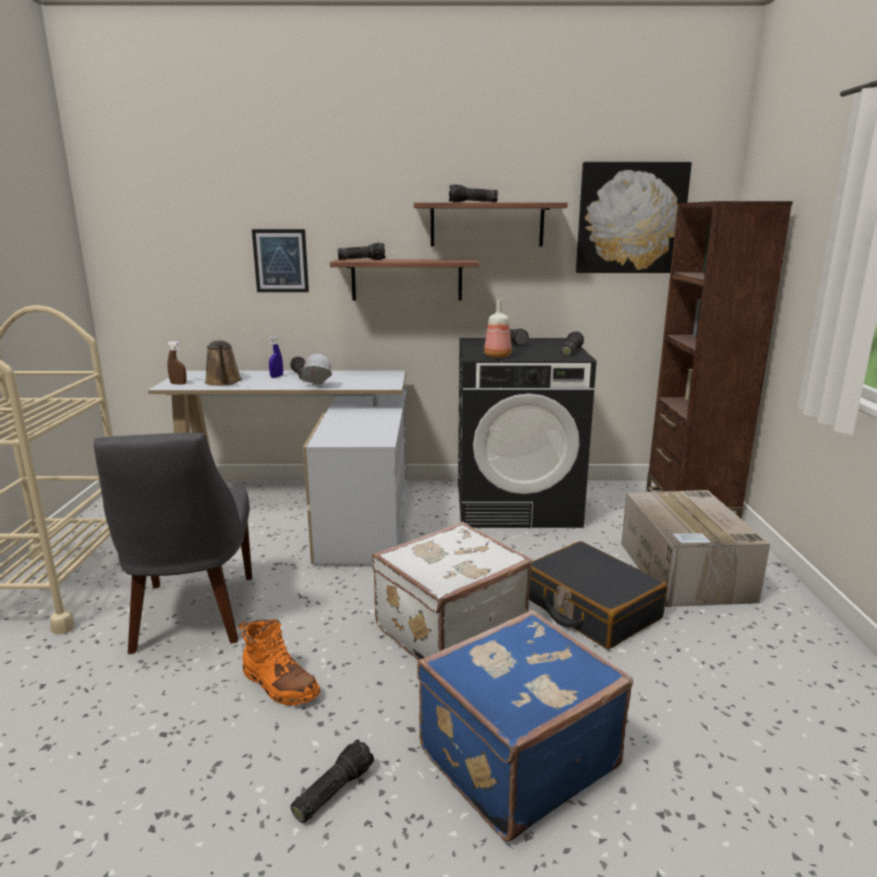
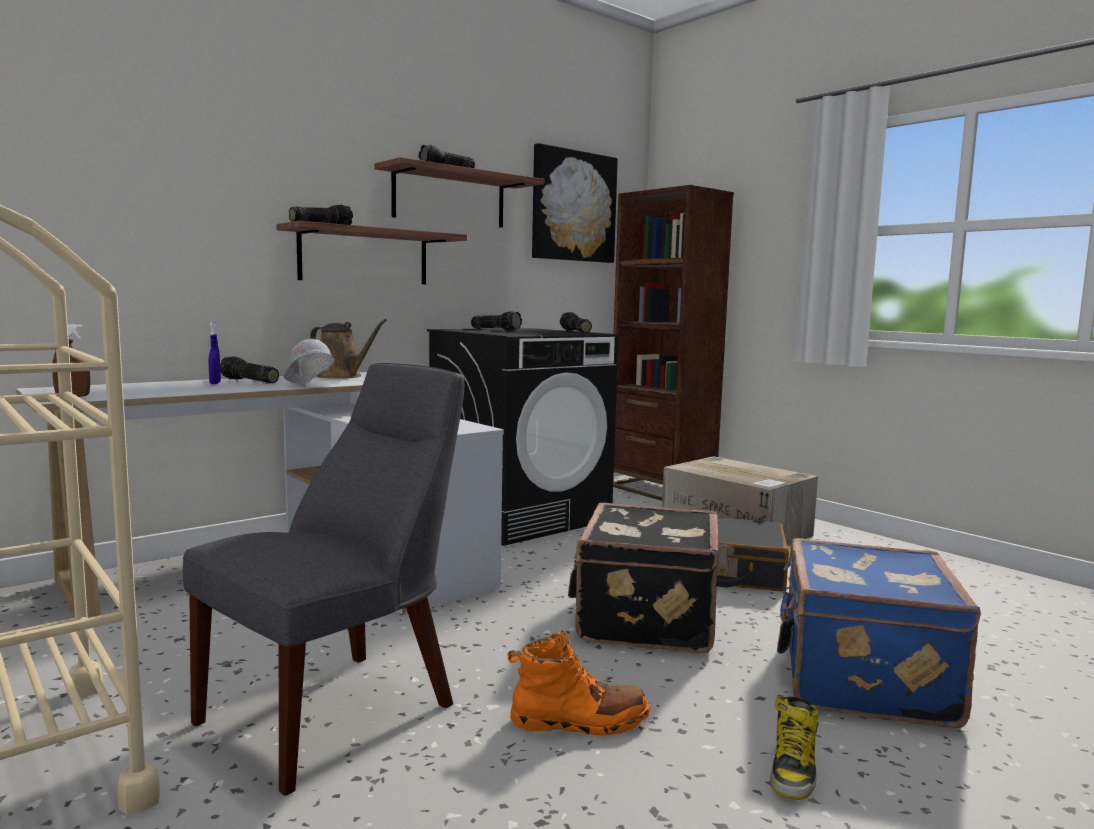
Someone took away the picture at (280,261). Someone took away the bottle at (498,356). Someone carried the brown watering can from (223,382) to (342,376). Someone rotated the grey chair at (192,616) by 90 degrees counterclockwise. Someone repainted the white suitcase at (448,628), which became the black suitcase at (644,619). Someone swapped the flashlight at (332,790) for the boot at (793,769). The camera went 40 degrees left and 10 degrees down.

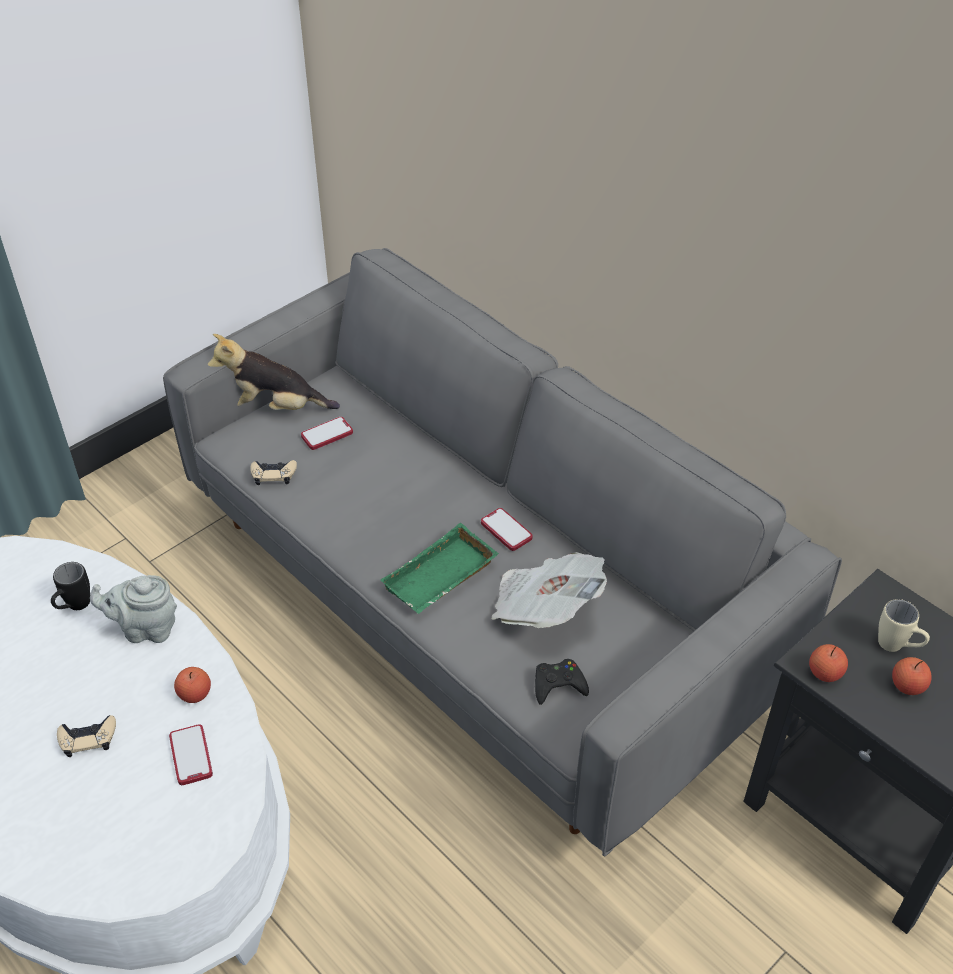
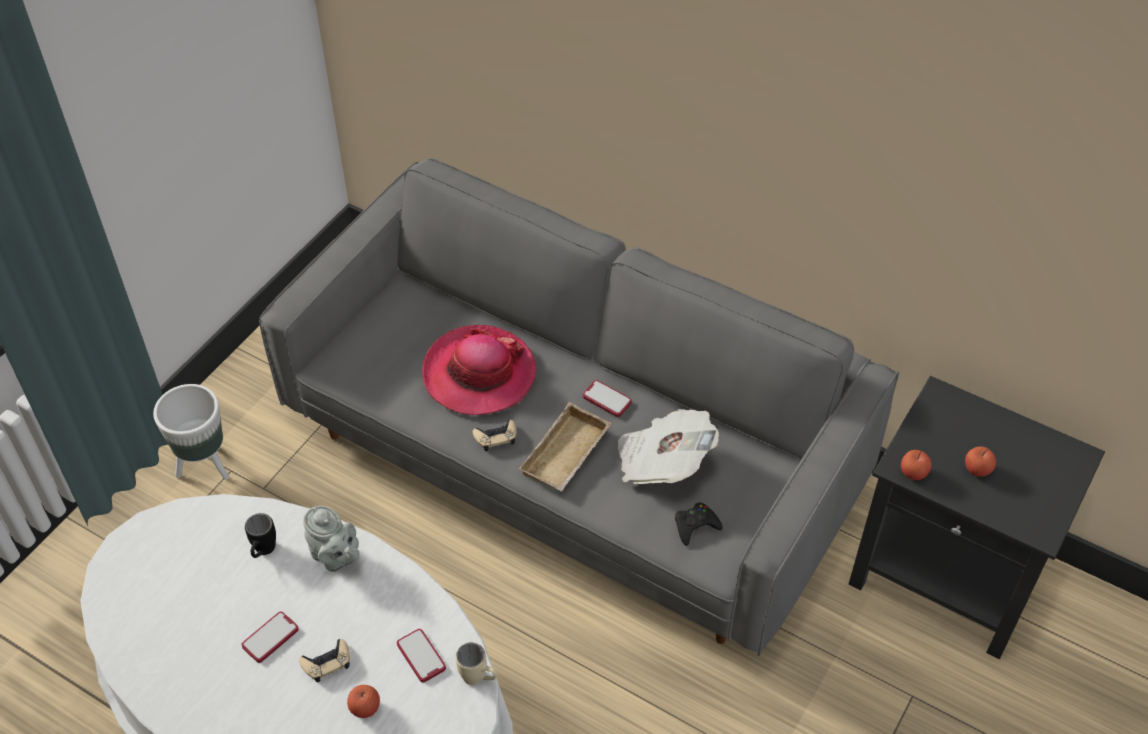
Someone took away the plush toy at (275,408). Someone carried the phone from (327,434) to (270,638). Someone carried the beige game controller from (273,475) to (496,437). Someone repainted the green tray at (441,579), which became the beige tray at (567,455). Someone rotated the grey teapot at (146,629) by 120 degrees counterclockwise. Someone carried the beige mug from (897,647) to (479,679). Someone carried the apple from (195,694) to (365,708). Someone put down the hat at (479,374). Someone put down the white planter at (205,466). The camera went 15 degrees left and 5 degrees up.

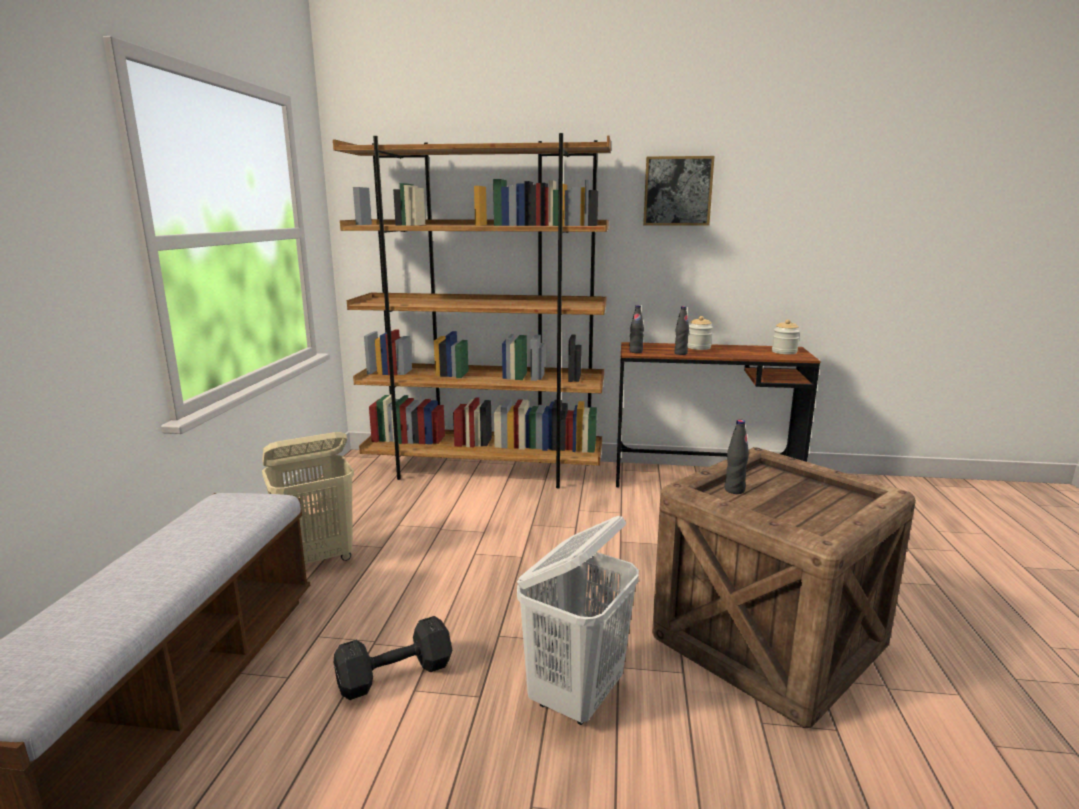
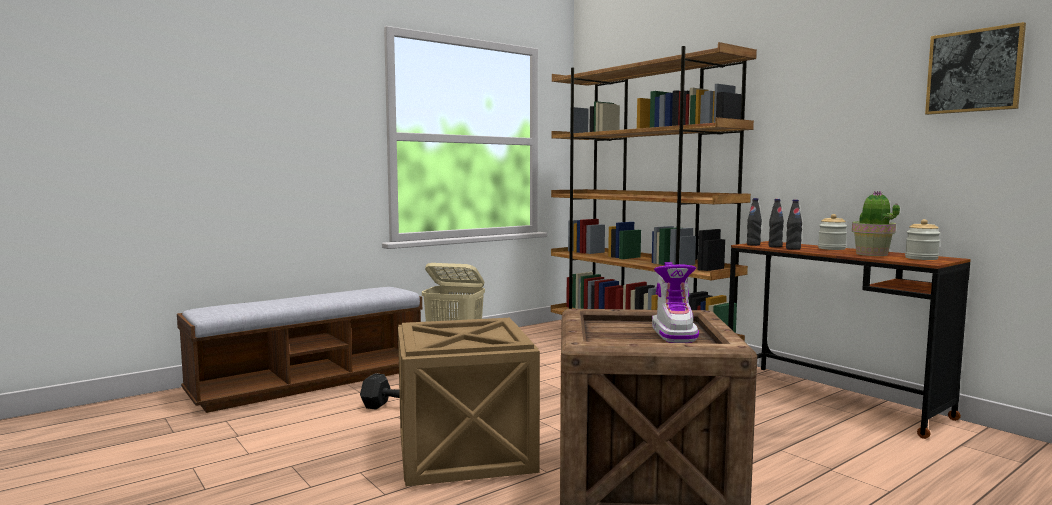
Someone carried the picture from (677,191) to (973,71). Someone carried the black bottle from (734,490) to (775,246). Someone swapped the white laundry basket at (577,695) for the crate at (464,452). Someone put down the potted plant at (872,254). Someone put down the boot at (674,334). The camera went 45 degrees right and 10 degrees down.

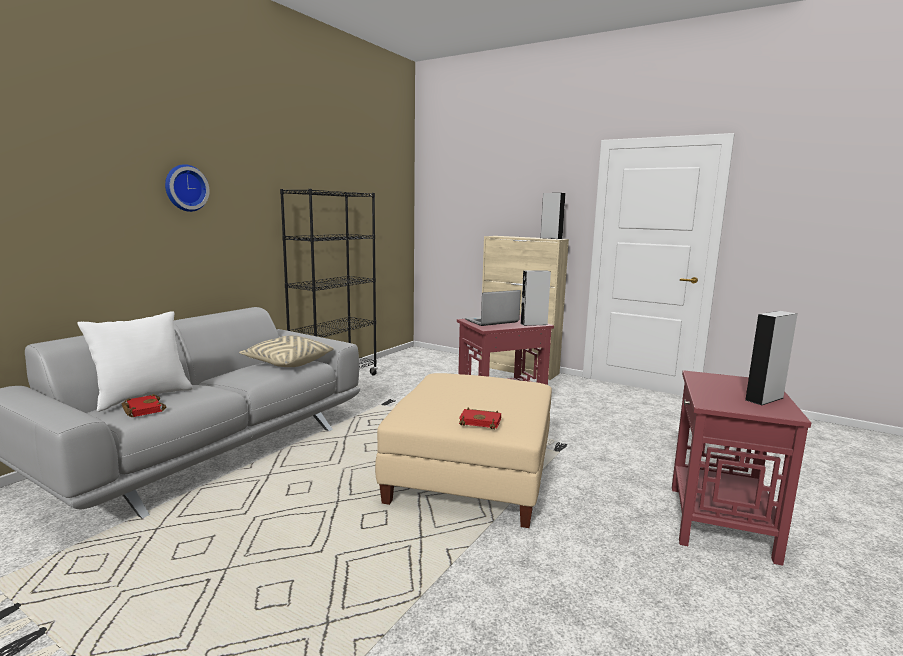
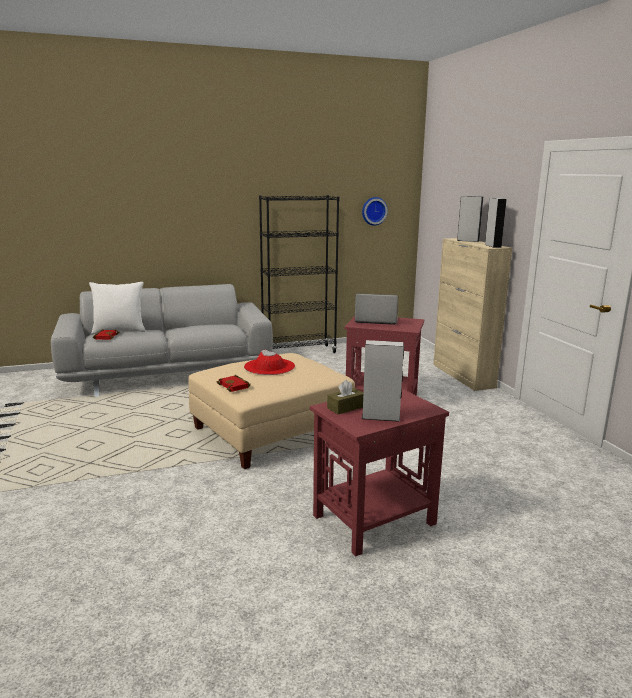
Someone carried the wall clock from (185,188) to (373,211). Someone carried the grey speaker from (533,324) to (468,241). Someone took away the beige pillow at (287,363). Someone put down the red hat at (269,367). Someone put down the brown tissue box at (346,407). The camera went 40 degrees right and 5 degrees up.

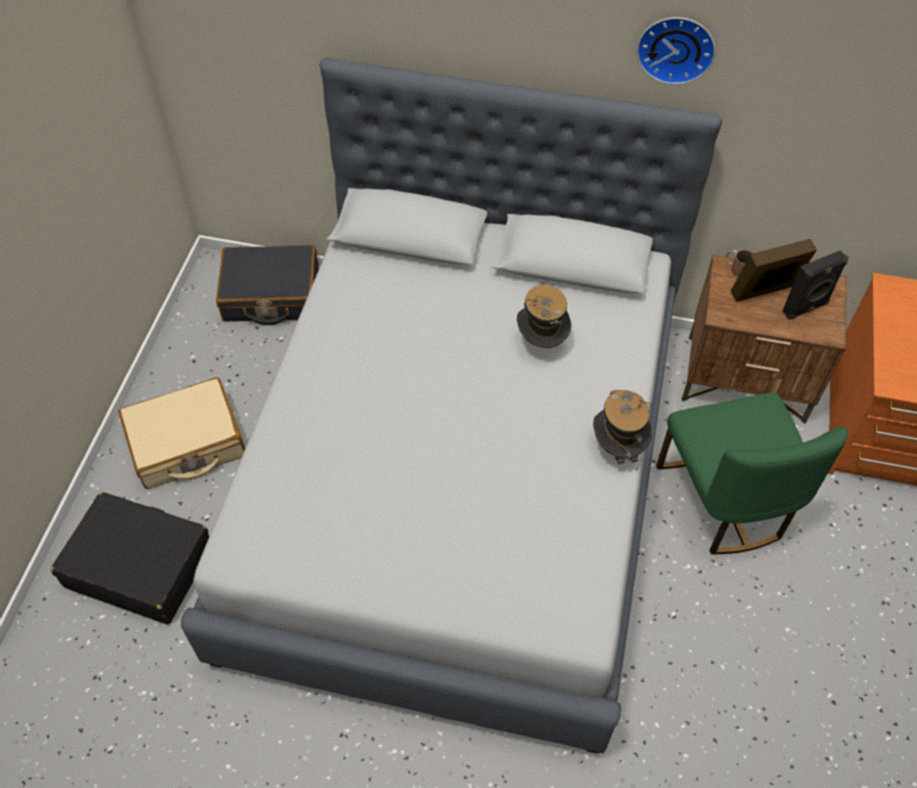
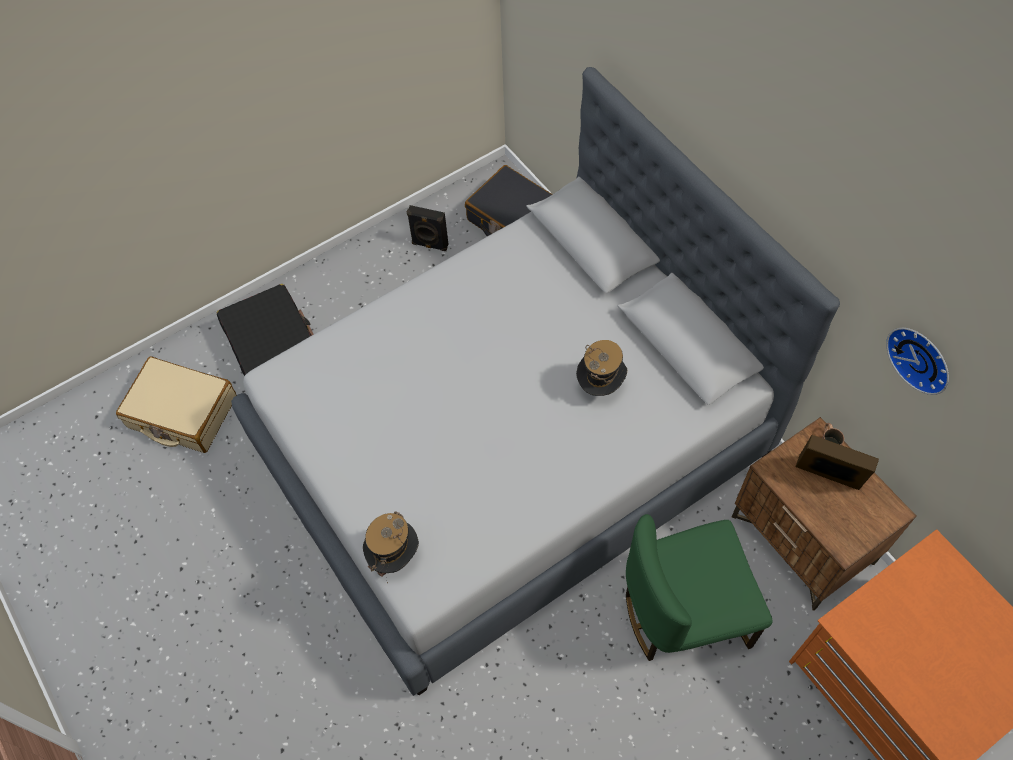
Someone carried the wall clock from (676,47) to (921,358). Someone carried the black speaker from (805,308) to (430,245). Someone carried the beige suitcase from (187,443) to (182,412). Someone carried the hat from (617,448) to (394,556). Someone rotated the green chair at (724,500) by 45 degrees clockwise. The camera went 45 degrees right and 5 degrees up.

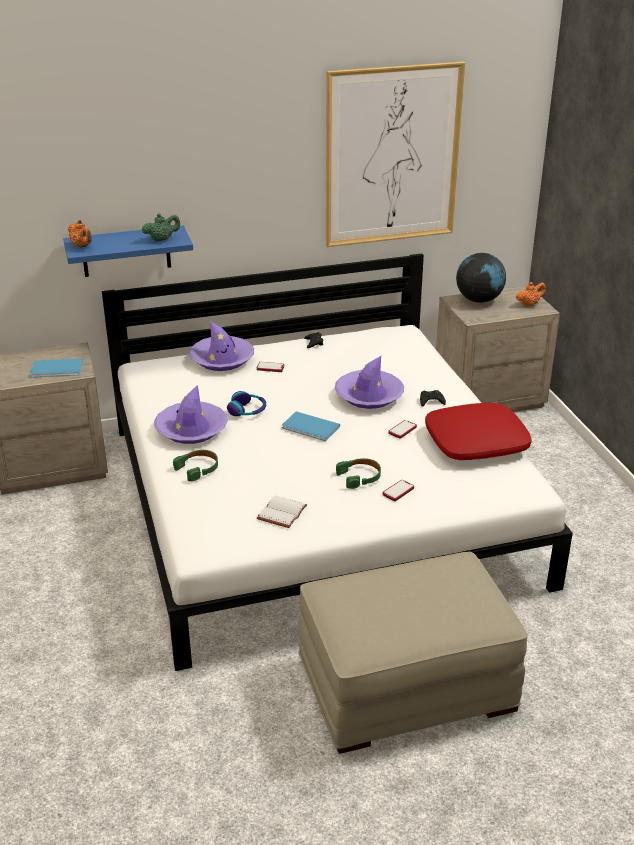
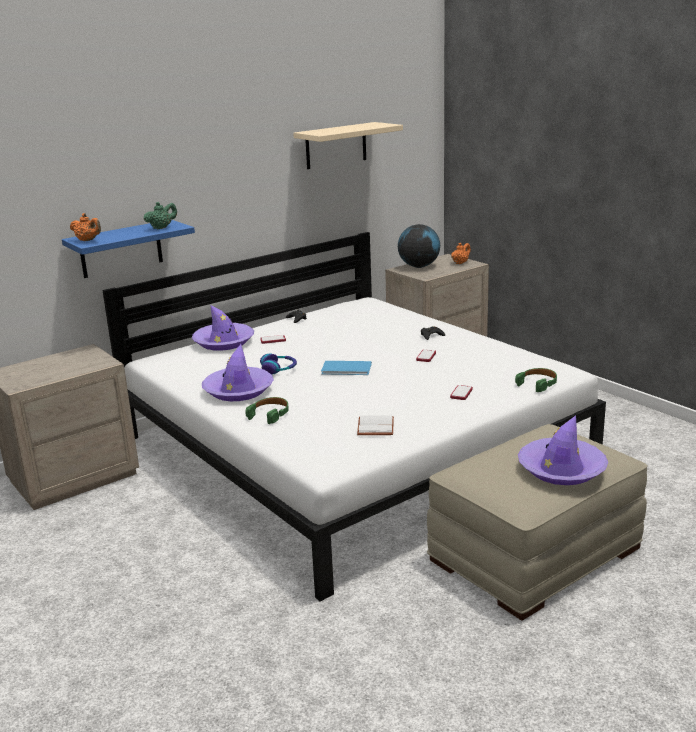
Someone swapped the picture at (392,156) for the beige shelf at (336,145). Someone carried the purple hat from (369,395) to (561,469). Someone took away the blue book at (58,369). Someone took away the red pillow at (476,442). Someone carried the green headphones from (360,477) to (537,384). The camera went 20 degrees left and 10 degrees down.

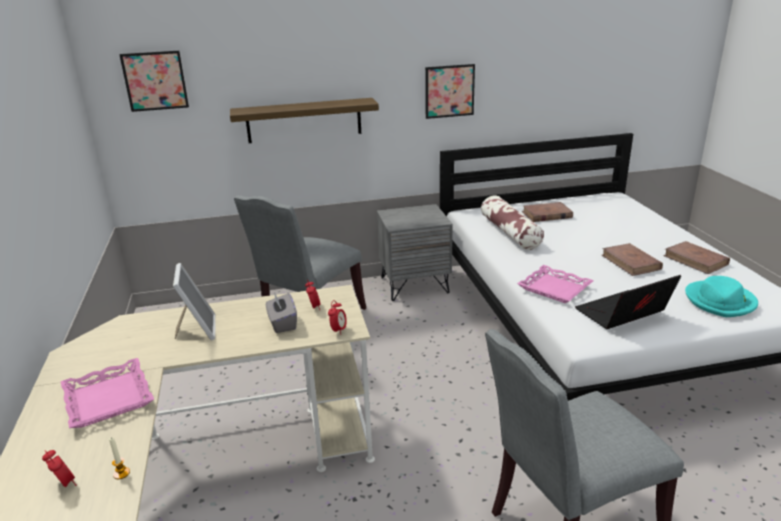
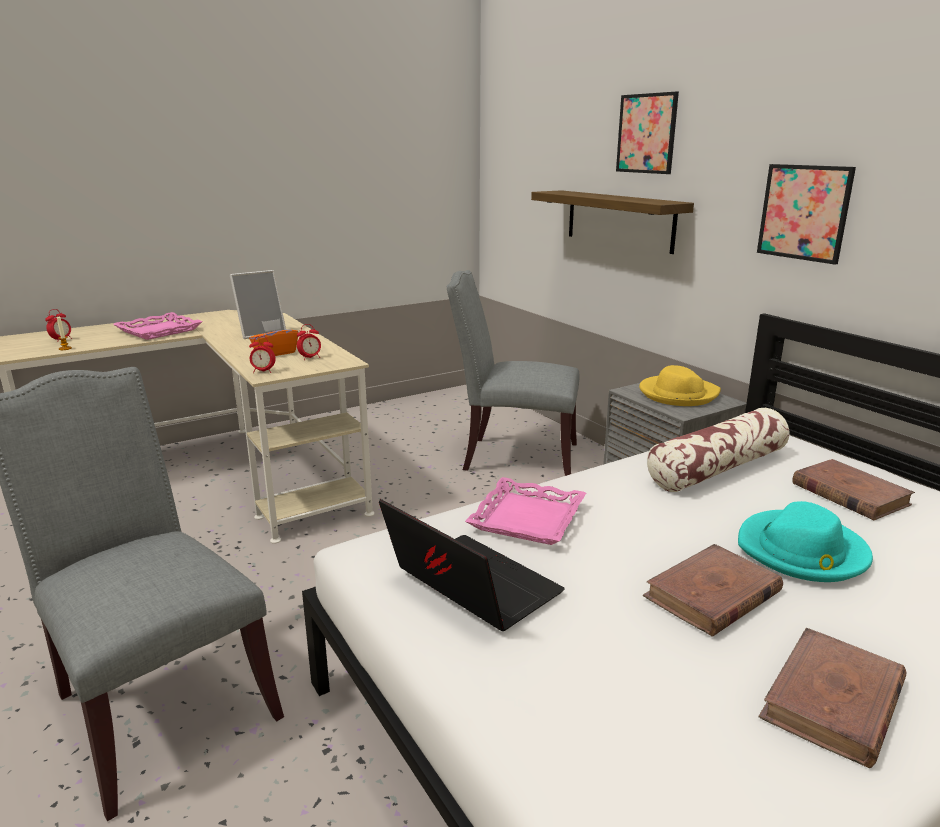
Someone carried the picture from (155,81) to (646,133). Someone carried the turquoise hat from (720,301) to (802,551). Someone repainted the grey tissue box at (282,323), which became the orange tissue box at (275,353). Someone put down the yellow hat at (678,394). The camera went 70 degrees right and 5 degrees down.

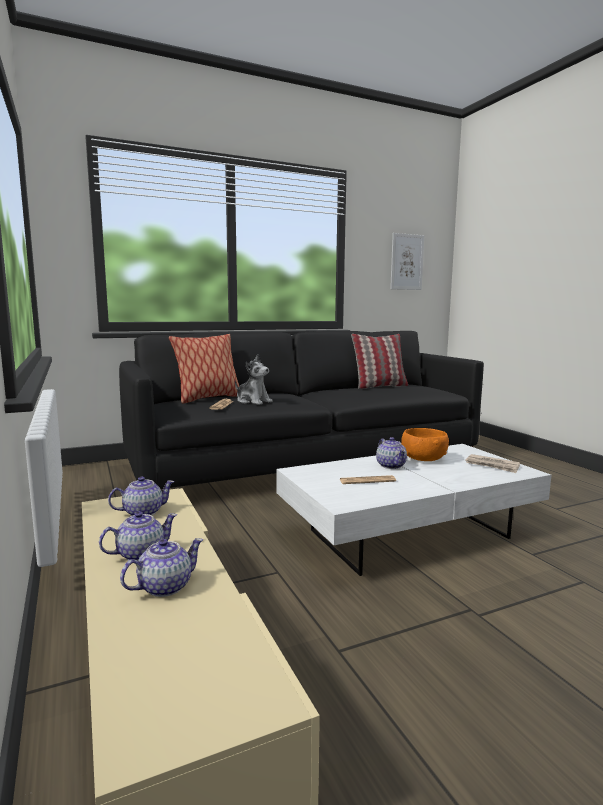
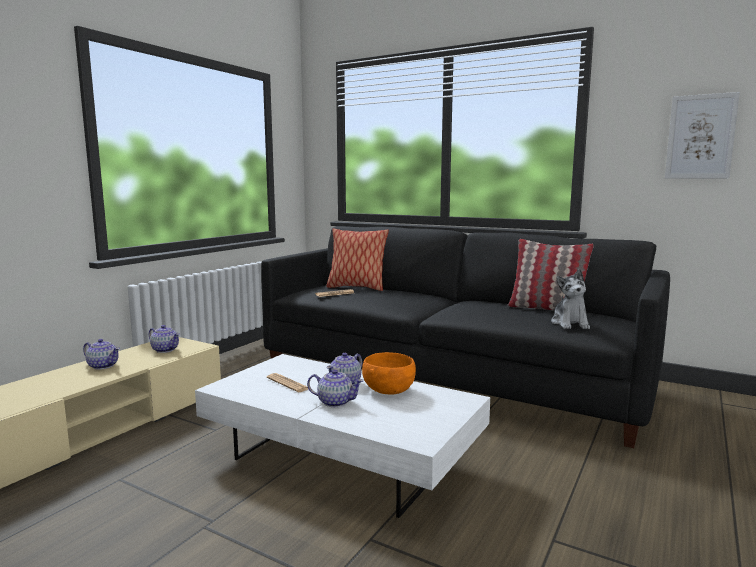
Someone carried the plush toy from (253,401) to (570,324). Someone took away the newspaper at (492,465). Someone carried the teapot from (164,587) to (335,402). The camera went 55 degrees right and 0 degrees up.

